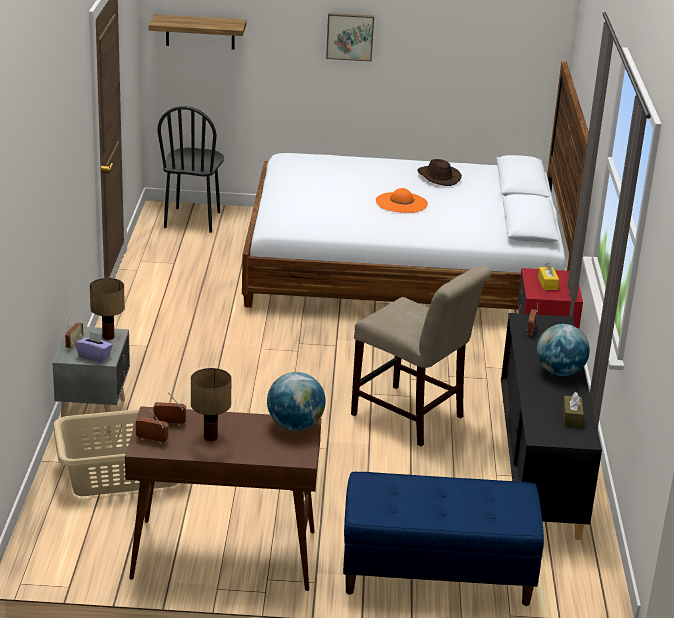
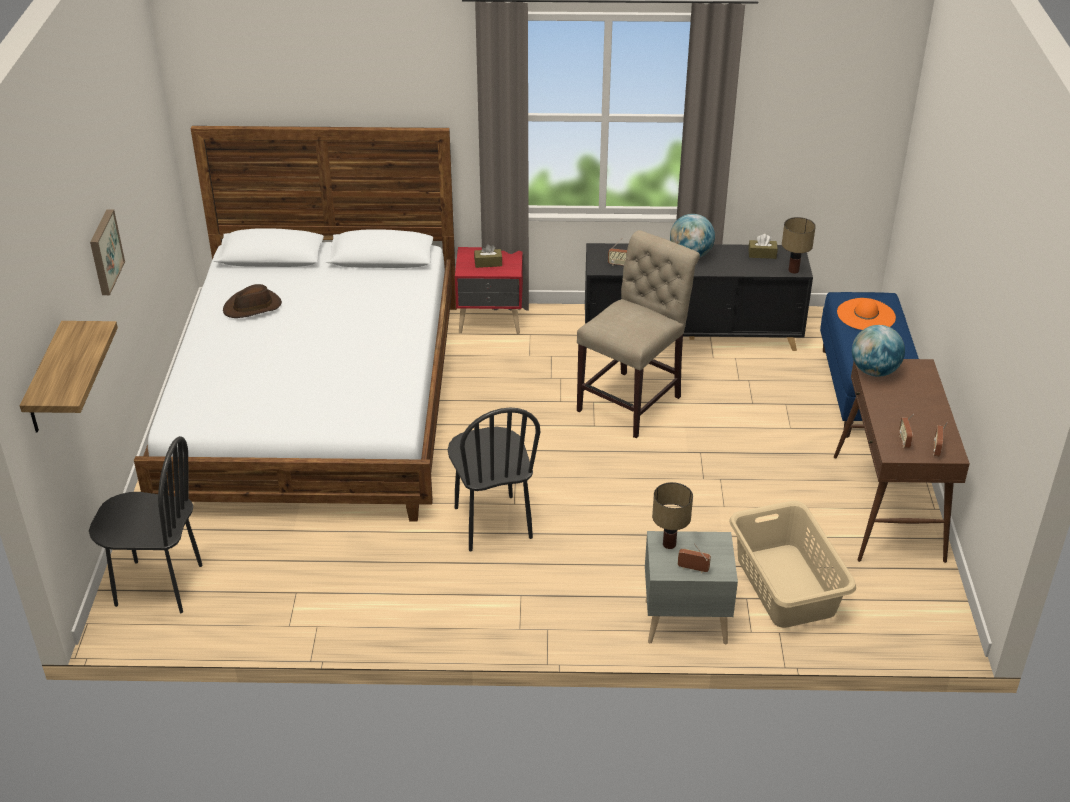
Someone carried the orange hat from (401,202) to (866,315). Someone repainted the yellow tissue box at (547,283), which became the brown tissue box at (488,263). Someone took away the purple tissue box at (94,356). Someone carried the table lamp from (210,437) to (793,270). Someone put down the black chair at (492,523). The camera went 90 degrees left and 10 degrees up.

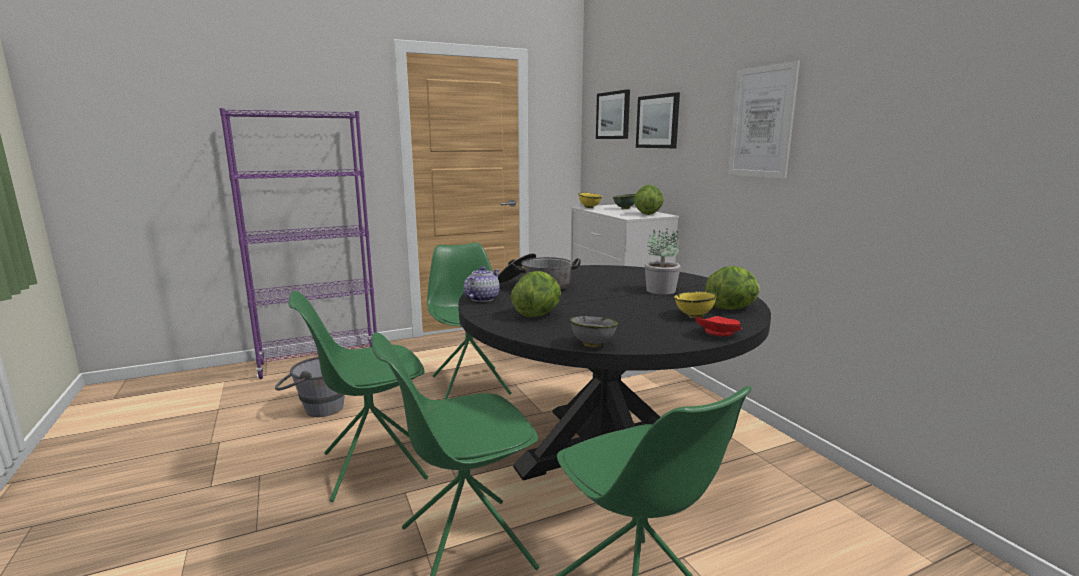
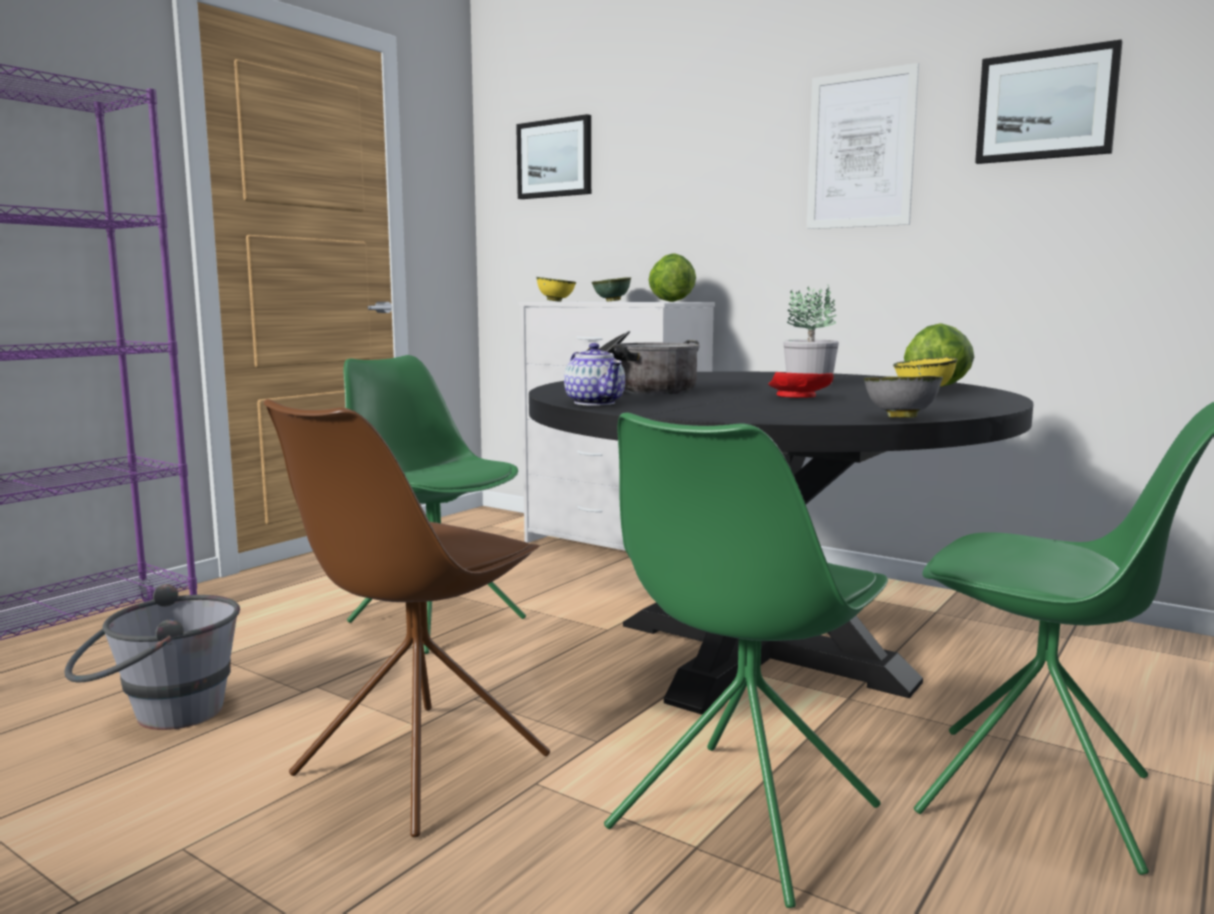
Someone carried the picture from (658,121) to (1046,105). Someone rotated the teapot at (482,298) by 150 degrees clockwise. Someone took away the lettuce at (537,314). Someone repainted the green chair at (371,466), which became the brown chair at (417,767). Someone carried the red plate from (717,333) to (796,397). The camera went 30 degrees left and 5 degrees down.

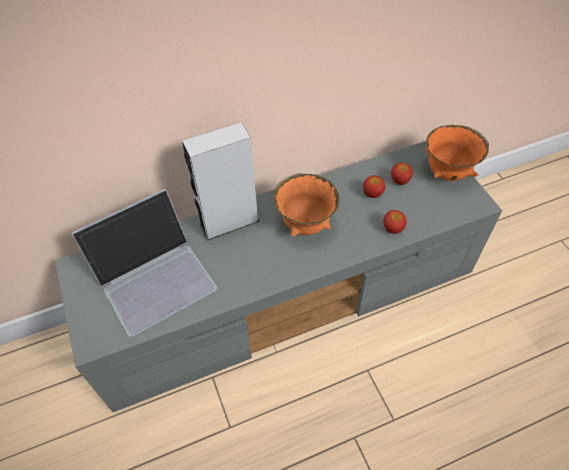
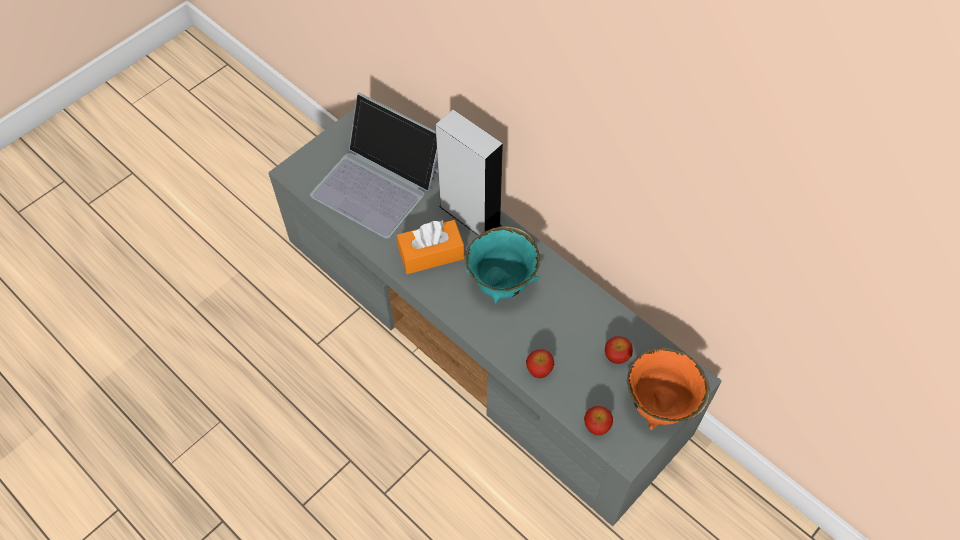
Someone repainted the orange bowl at (306,224), which became the turquoise bowl at (502,284). Someone carried the apple from (372,194) to (596,426). Someone put down the orange tissue box at (431,254). The camera went 65 degrees right and 5 degrees up.

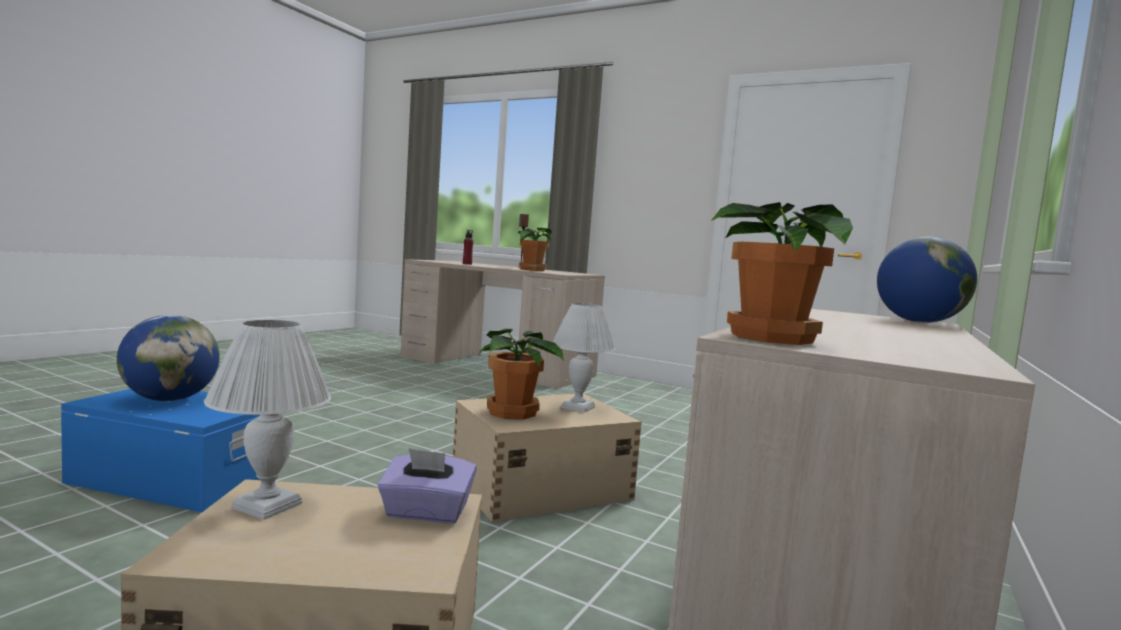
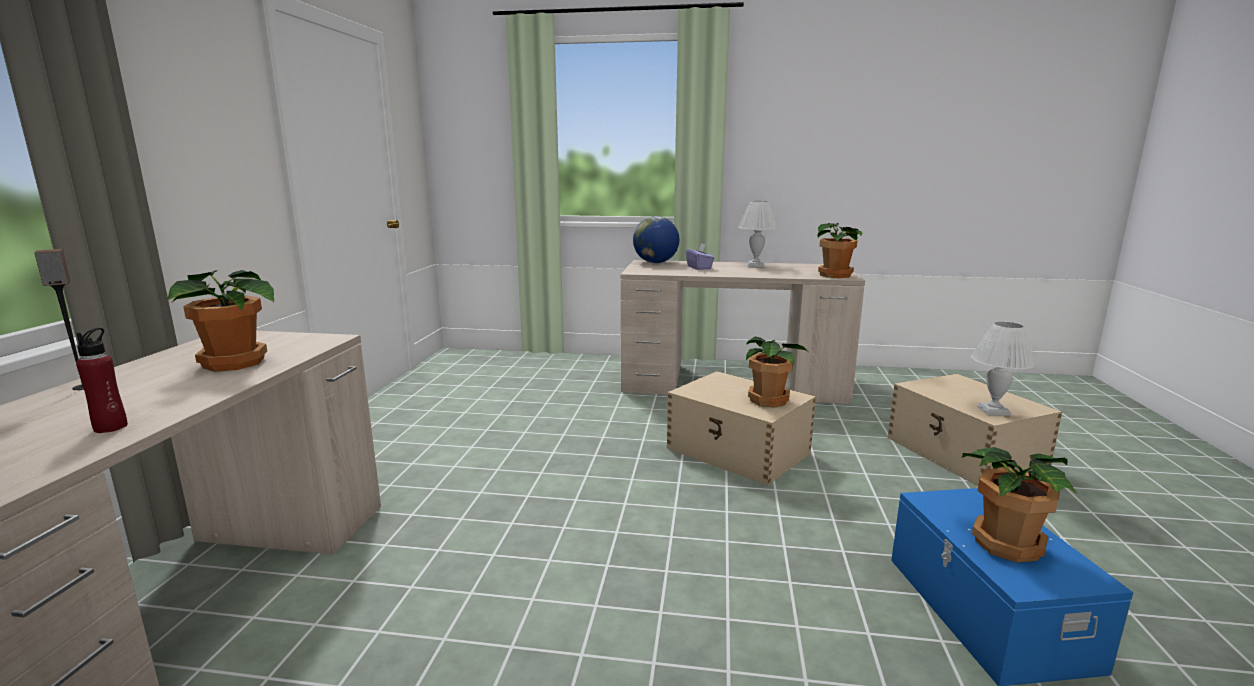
Someone carried the white table lamp from (579,407) to (755,265). Someone swapped the globe at (169,399) for the potted plant at (1006,544). Someone carried the purple tissue box from (426,513) to (699,268). The camera went 110 degrees left and 10 degrees up.

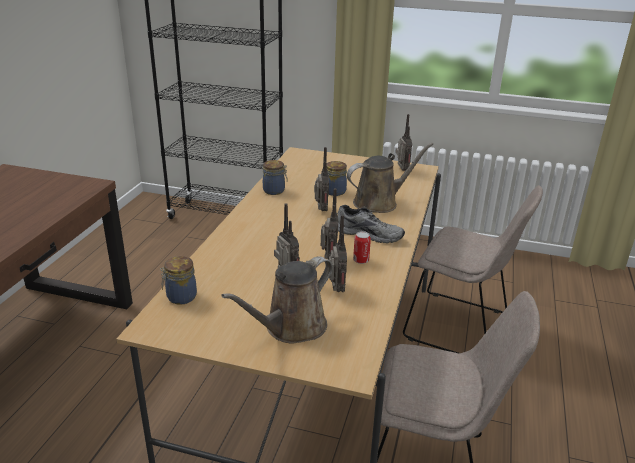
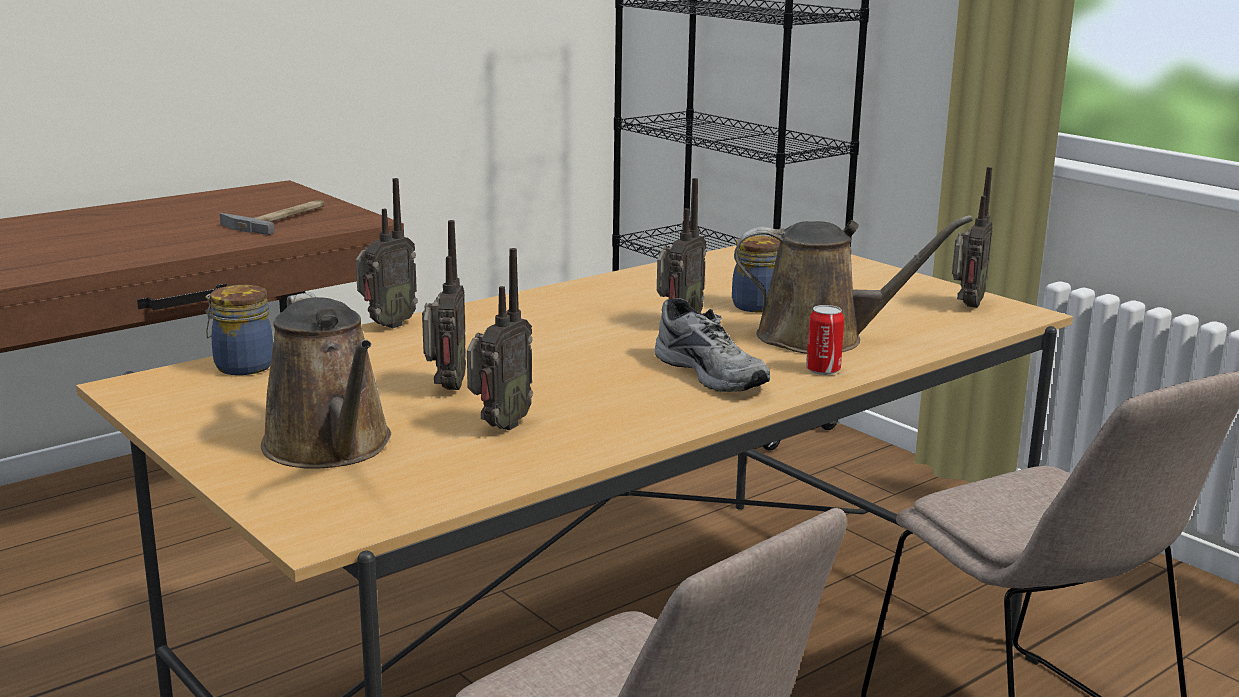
Someone took away the jar at (275,191). Someone carried the radio from (328,259) to (386,325). Someone carried the can from (361,260) to (823,370). Someone rotated the brown watering can at (291,328) by 105 degrees counterclockwise. Someone put down the hammer at (280,219). The camera went 35 degrees right and 10 degrees down.

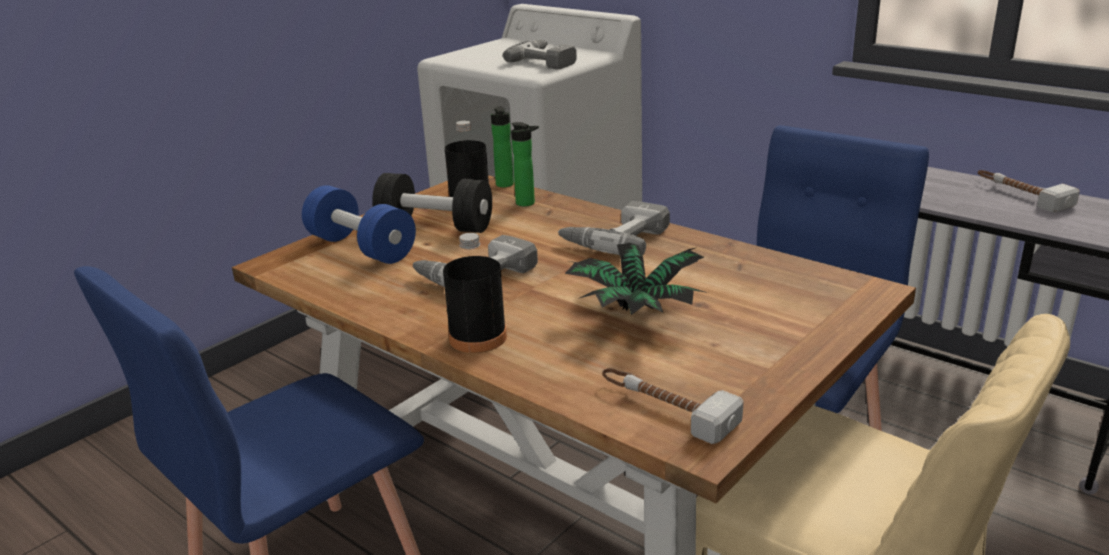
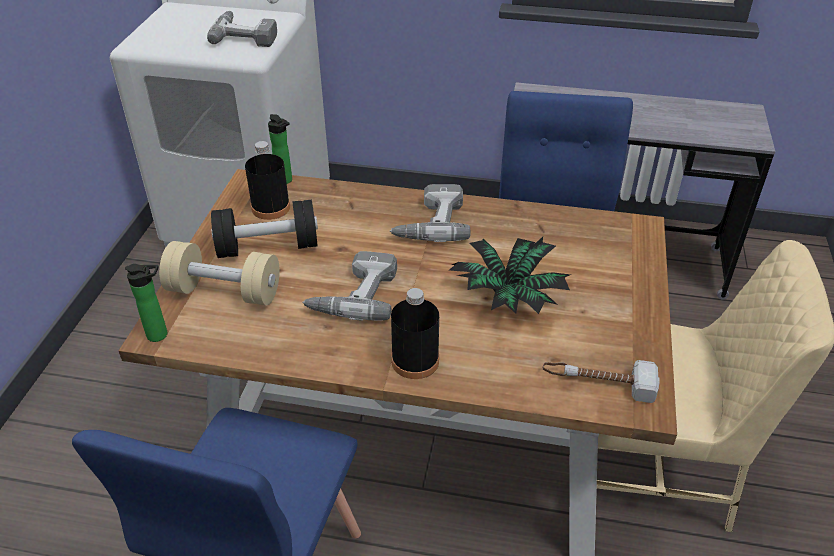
Someone carried the bottle from (528,203) to (160,335). Someone took away the hammer at (1020,195). Someone repainted the blue dumbbell at (361,248), which became the beige dumbbell at (224,291). The camera went 30 degrees left and 15 degrees up.

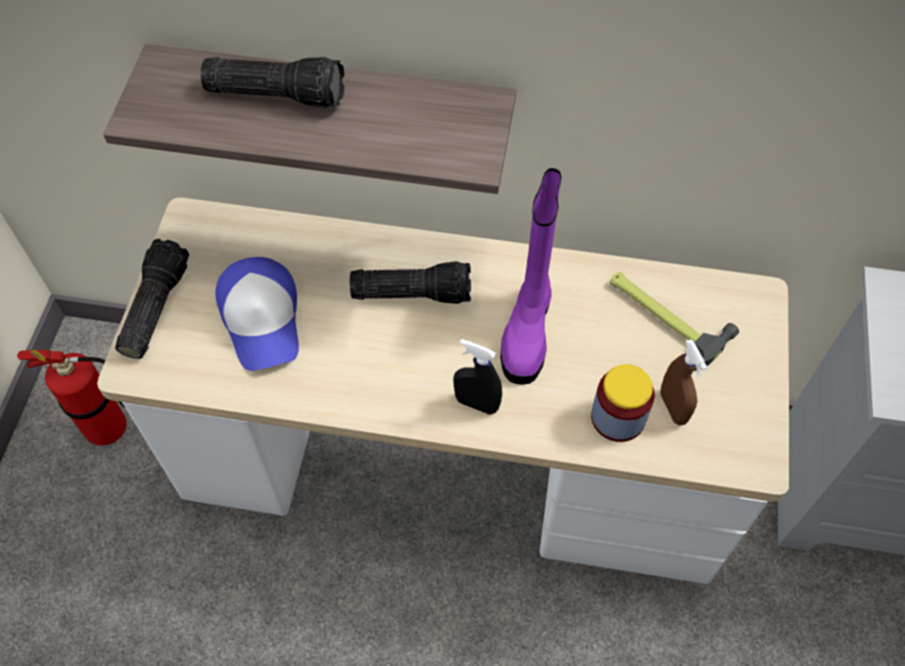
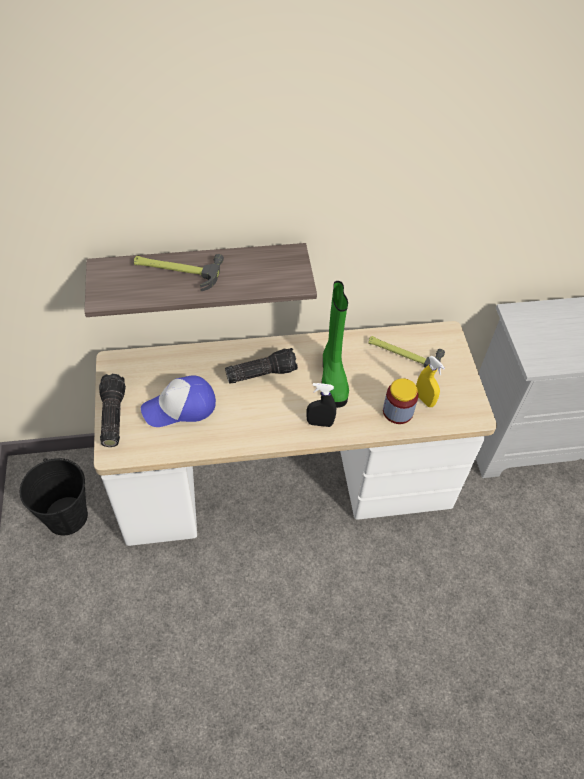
Someone swapped the flashlight at (277,93) for the hammer at (176,270). Someone repainted the purple boot at (527,330), which became the green boot at (333,378). Someone rotated the cap at (262,319) by 105 degrees clockwise. Someone repainted the brown spray bottle at (673,408), which became the yellow spray bottle at (424,399). Someone swapped the fire extinguisher at (113,429) for the black bucket at (66,516). The camera went 20 degrees left and 5 degrees down.

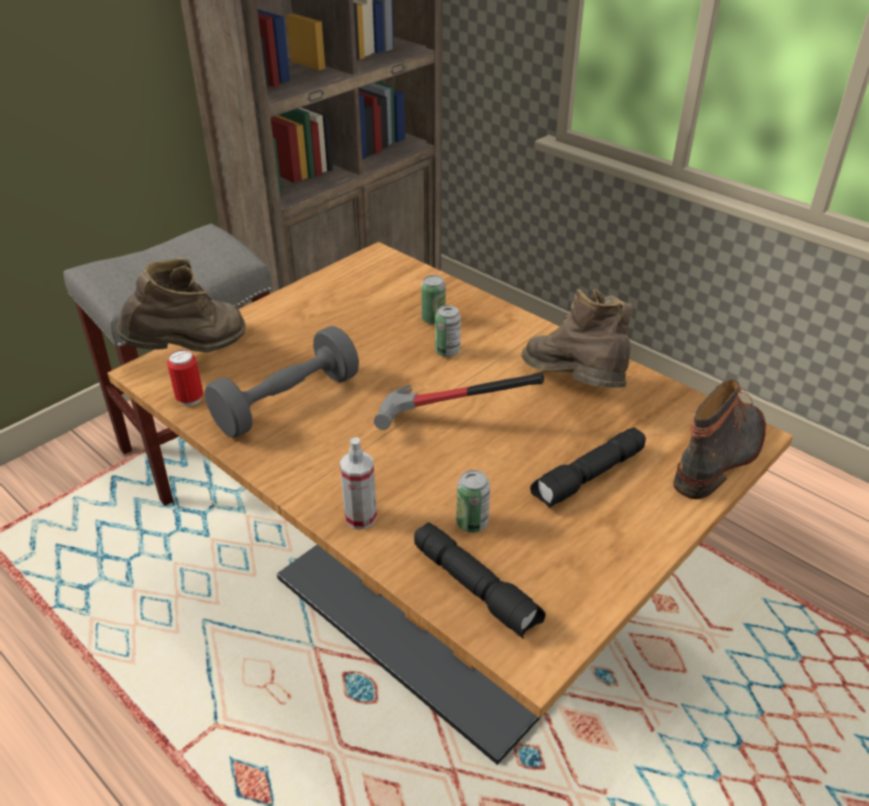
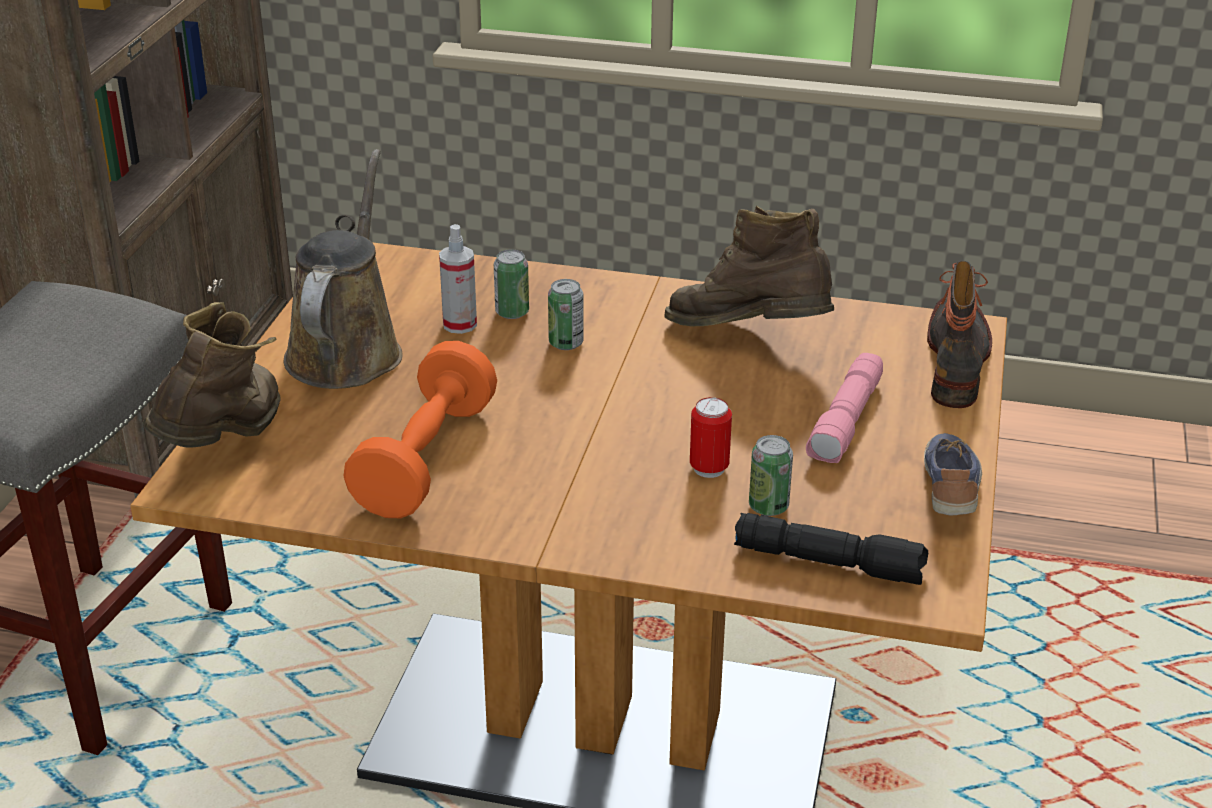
Someone repainted the grey dumbbell at (287,402), which became the orange dumbbell at (425,459). Someone carried the can from (190,399) to (709,468). Someone took away the hammer at (447,424). Someone repainted the black flashlight at (589,477), which became the pink flashlight at (847,422). Someone carried the spray bottle from (360,517) to (460,324). Someone put down the brown watering can at (347,350). Someone put down the shoe at (951,490). The camera went 30 degrees left and 5 degrees down.

